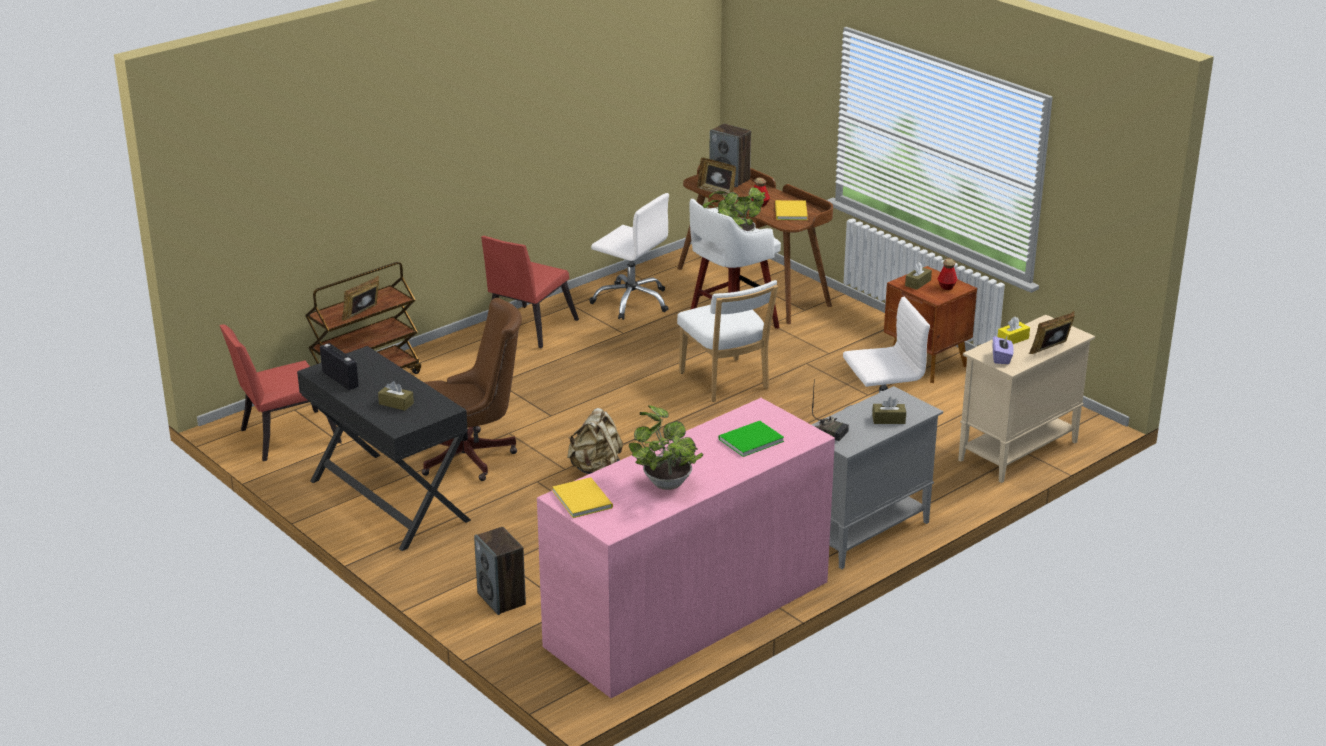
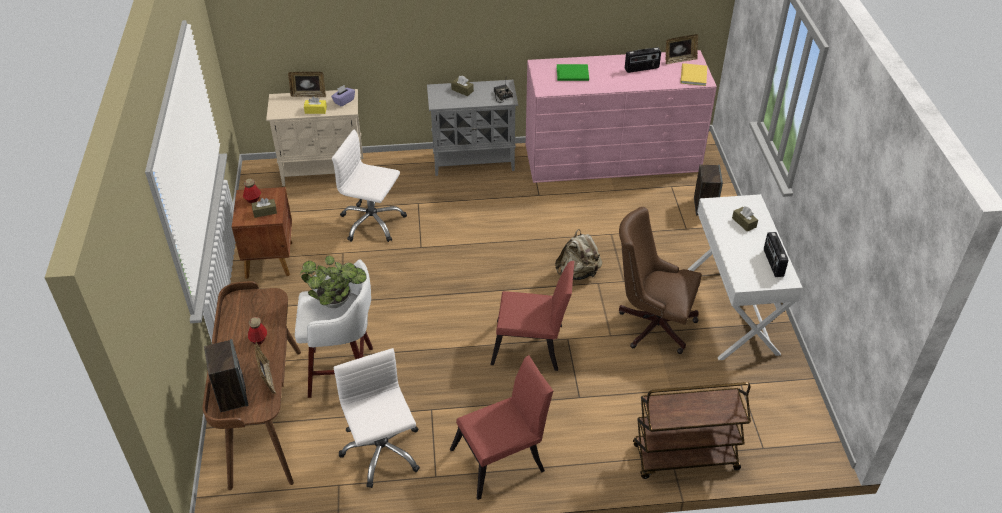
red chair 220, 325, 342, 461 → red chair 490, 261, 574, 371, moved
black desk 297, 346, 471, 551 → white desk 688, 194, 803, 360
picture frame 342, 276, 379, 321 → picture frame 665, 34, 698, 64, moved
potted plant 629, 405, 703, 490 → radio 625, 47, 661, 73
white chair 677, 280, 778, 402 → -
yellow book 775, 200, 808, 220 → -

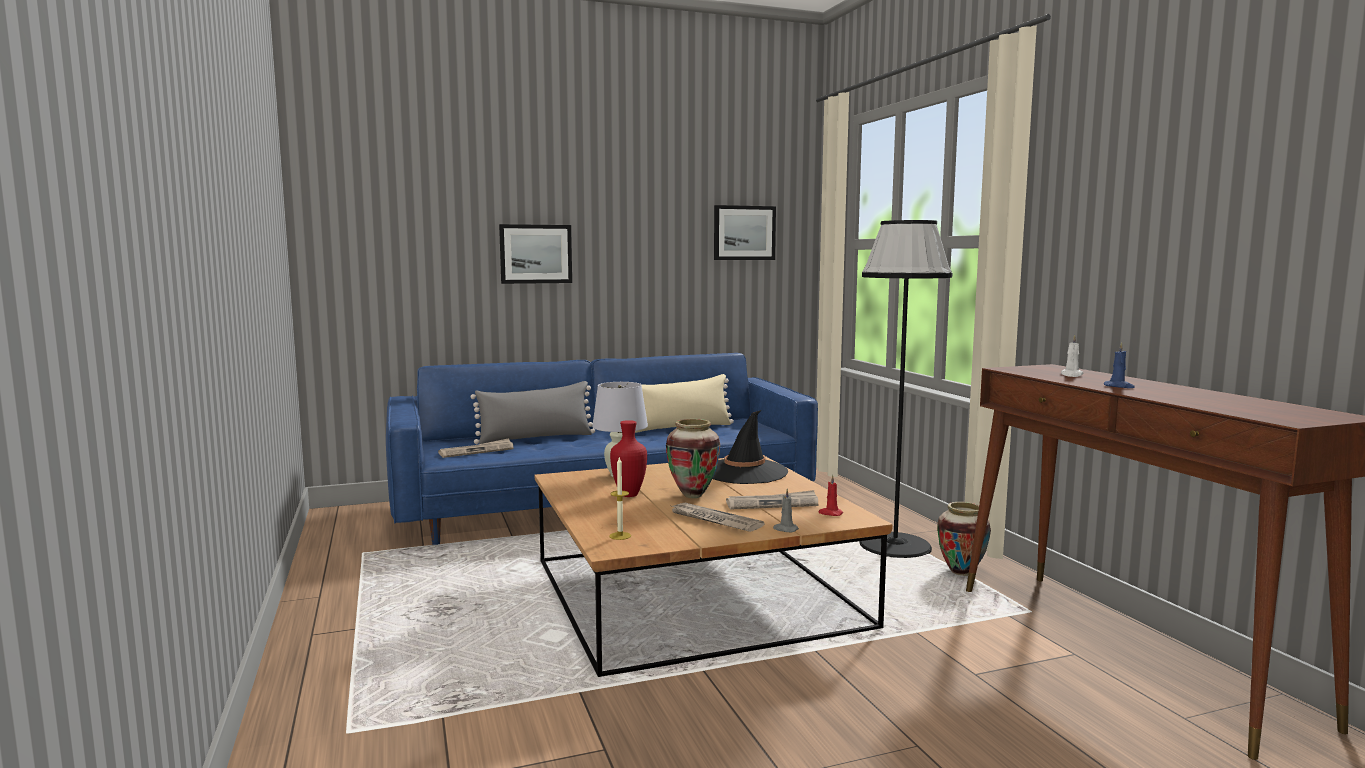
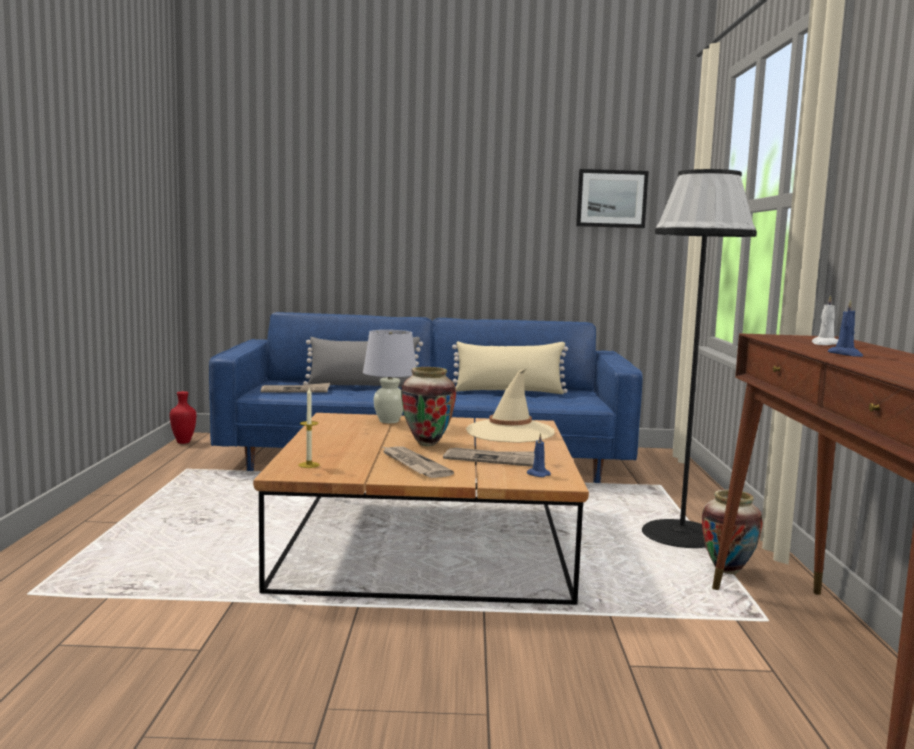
picture 499, 224, 572, 284 → -
red vase 610, 420, 647, 497 → red vase 170, 391, 196, 444, moved
black hat 712, 410, 788, 484 → beige hat 466, 369, 555, 443
grey candle 773, 489, 799, 532 → -
red candle 819, 475, 843, 516 → blue candle 527, 433, 551, 477

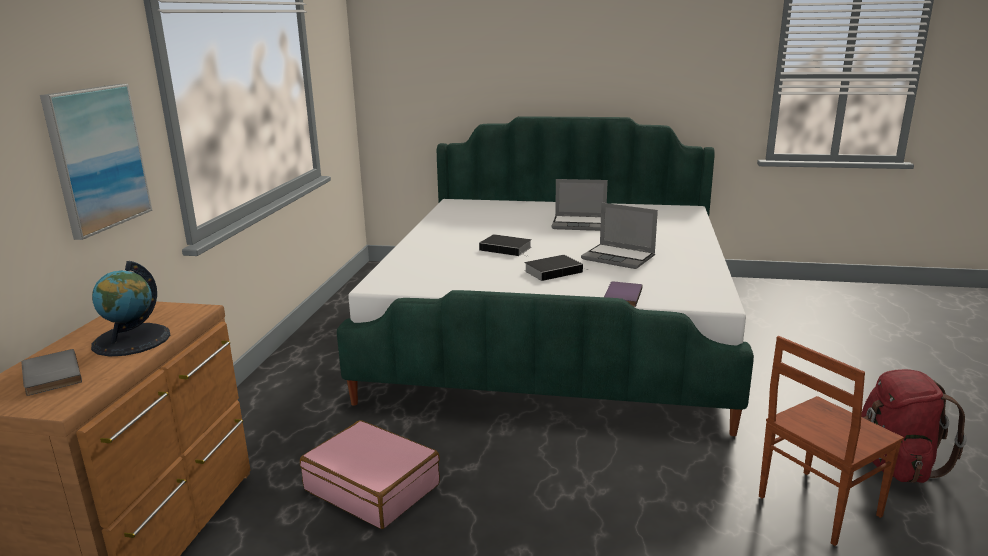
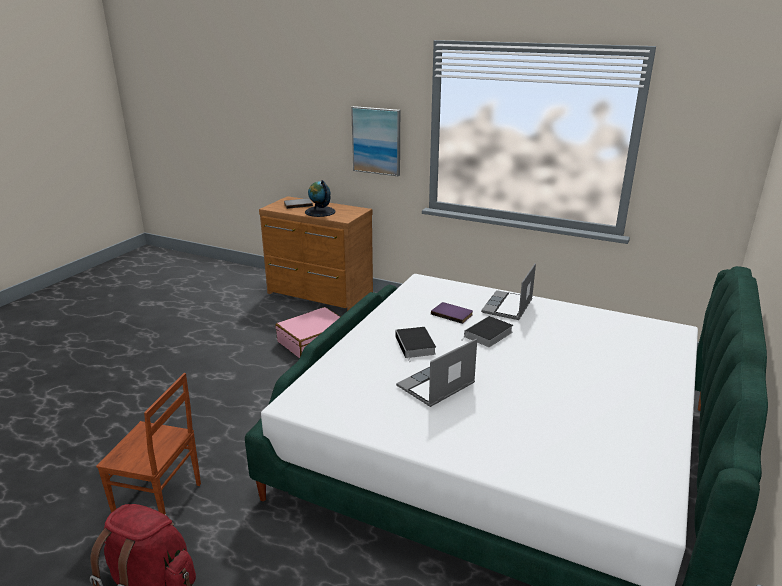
laptop 552, 179, 608, 231 → laptop 481, 263, 536, 320, moved
purple book 604, 282, 642, 307 → purple book 431, 302, 473, 324, moved
brown chair 759, 336, 904, 546 → brown chair 96, 373, 201, 515, 120 degrees clockwise

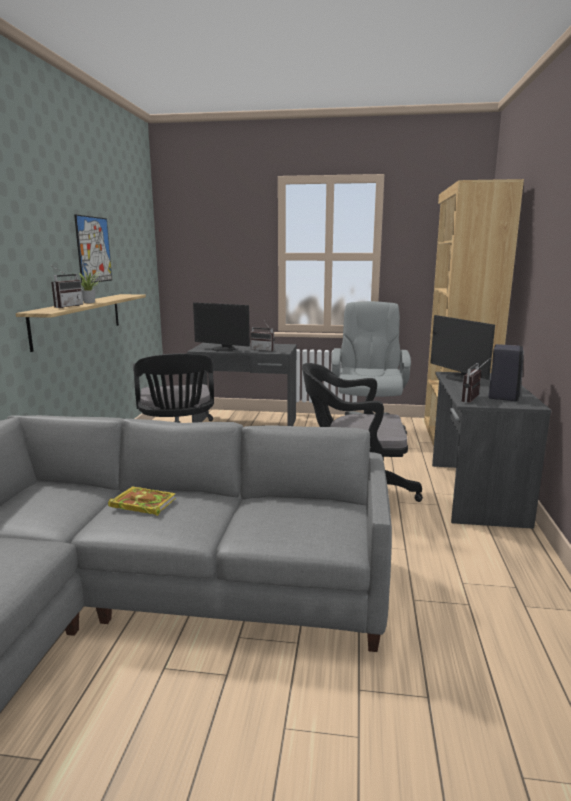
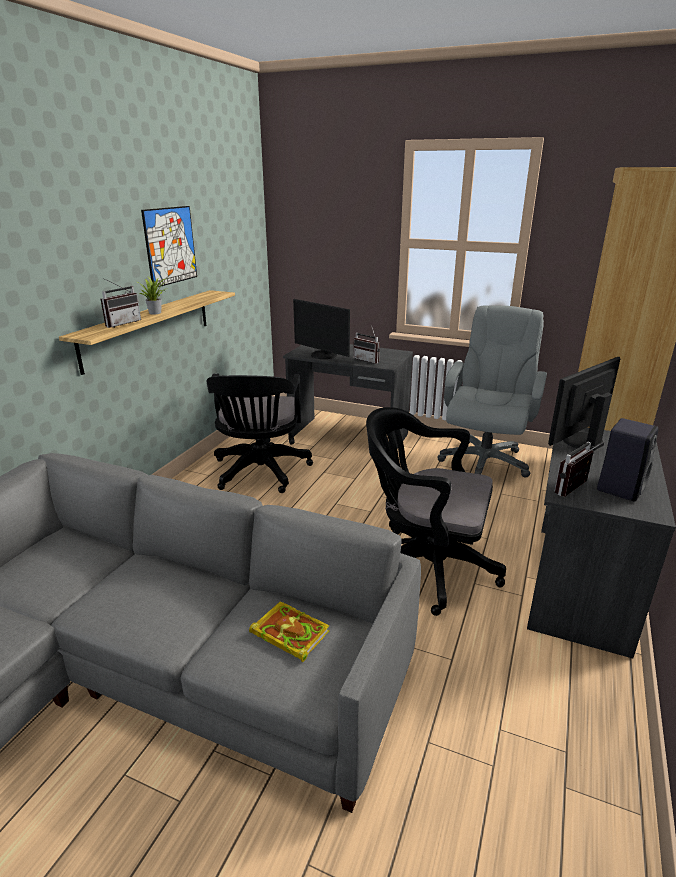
book 108, 487, 176, 516 → book 249, 601, 329, 662, moved
monitor 430, 315, 495, 382 → monitor 548, 357, 620, 450, 60 degrees clockwise

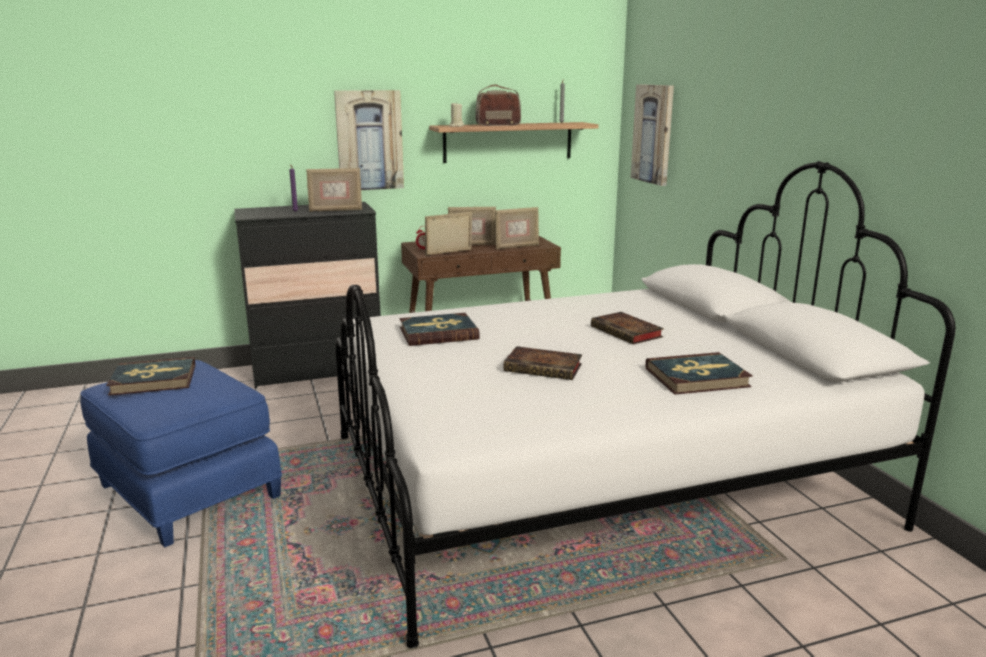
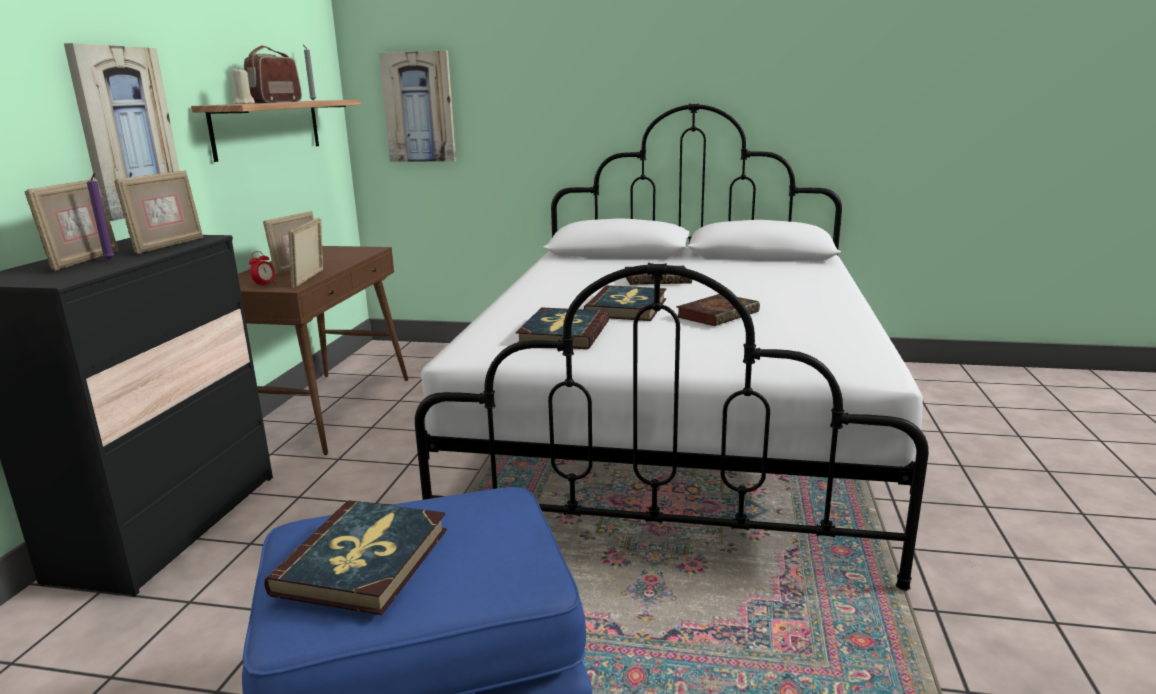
picture frame 495, 207, 539, 250 → picture frame 24, 178, 119, 271, moved
book 645, 352, 753, 395 → book 584, 285, 666, 321, moved

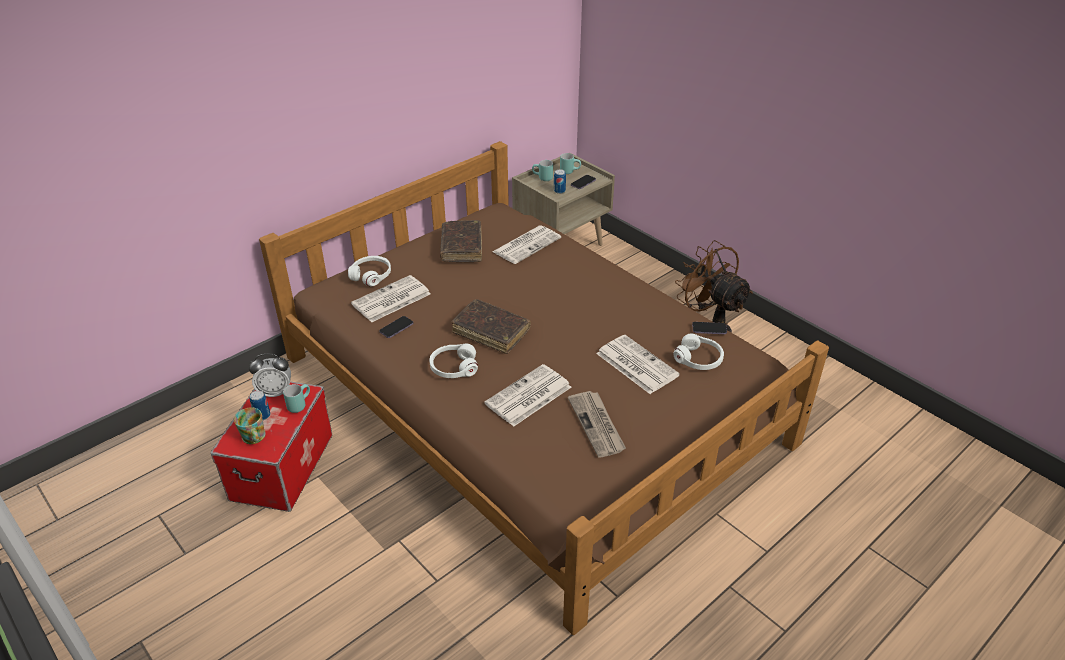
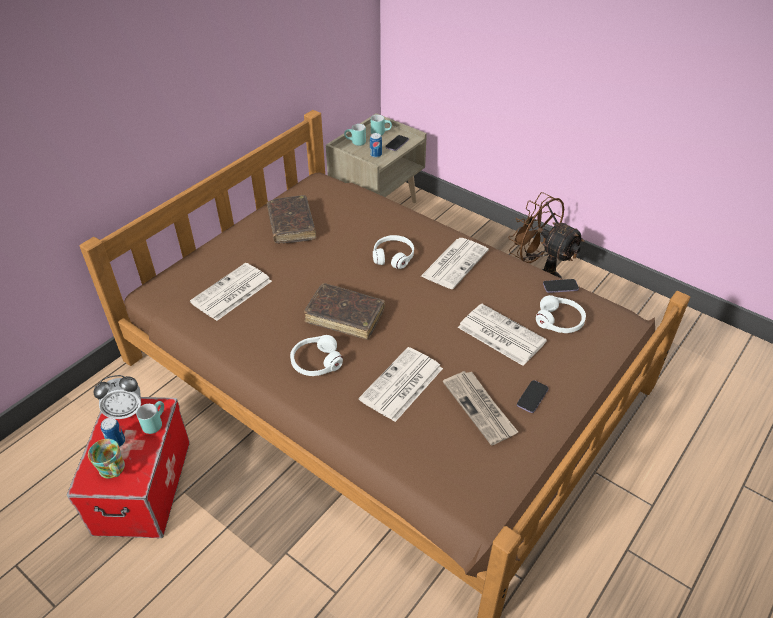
white headphones 348, 256, 391, 286 → white headphones 373, 235, 414, 269, moved
phone 379, 316, 413, 338 → phone 517, 380, 549, 413, moved
newspaper 493, 225, 561, 264 → newspaper 421, 238, 489, 289, moved

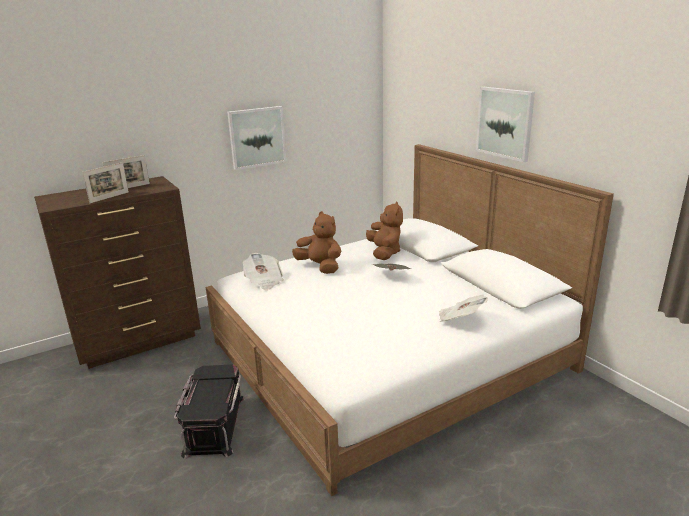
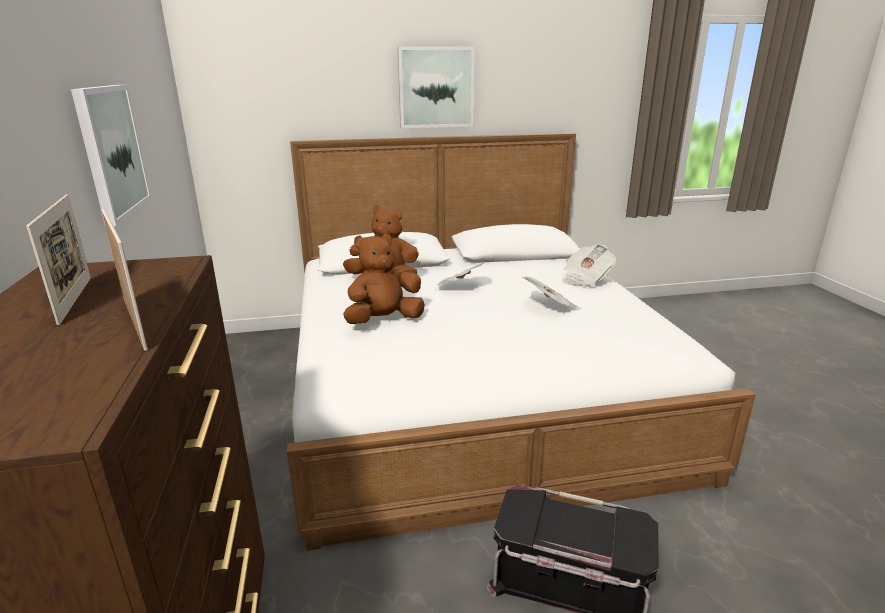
newspaper 243, 253, 284, 290 → newspaper 522, 276, 582, 309, moved

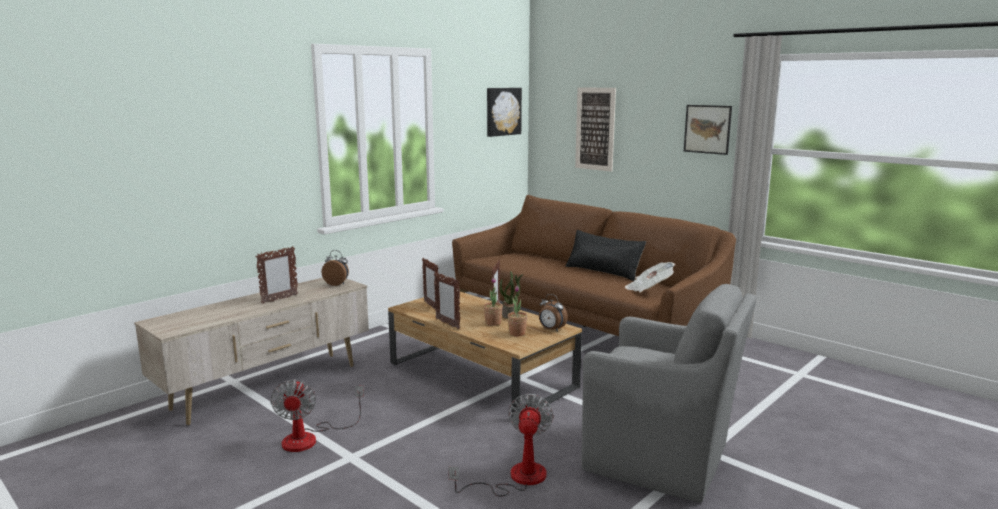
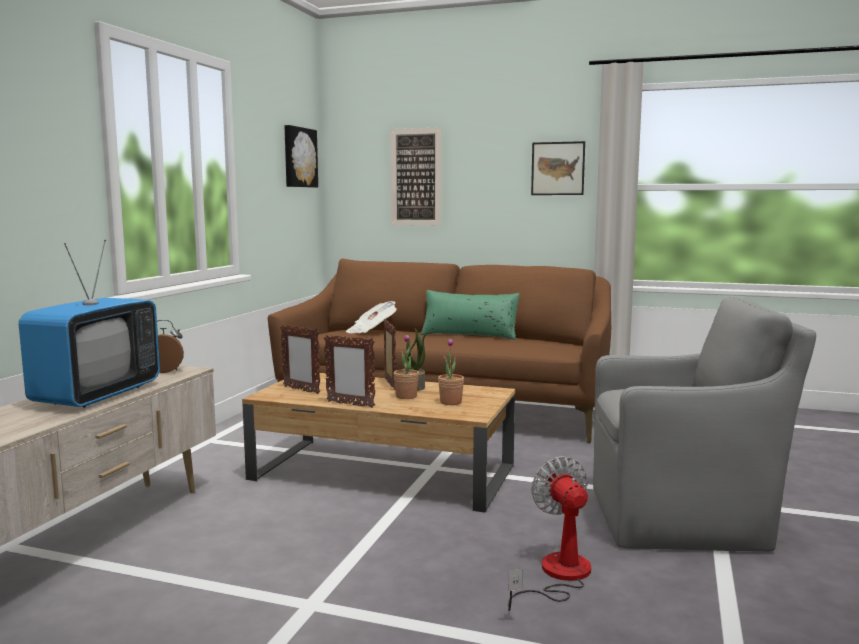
picture frame 256, 246, 298, 304 → television 19, 240, 160, 408
fan 270, 379, 364, 452 → -
alarm clock 539, 294, 568, 332 → -
black pillow 565, 230, 646, 281 → green pillow 420, 290, 520, 340
newspaper 625, 262, 675, 292 → newspaper 346, 301, 396, 333, moved

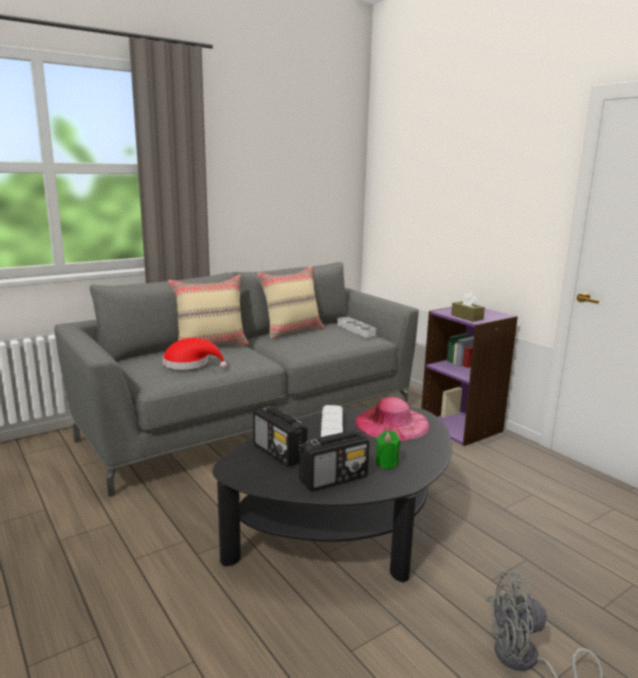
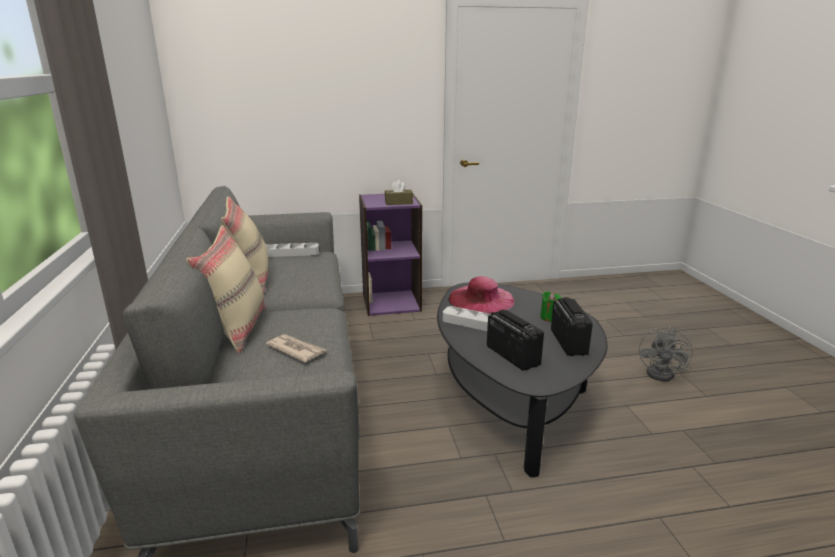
red hat 162, 338, 227, 370 → newspaper 266, 334, 326, 362
radio 253, 406, 307, 467 → radio 487, 310, 544, 371, 105 degrees counterclockwise

